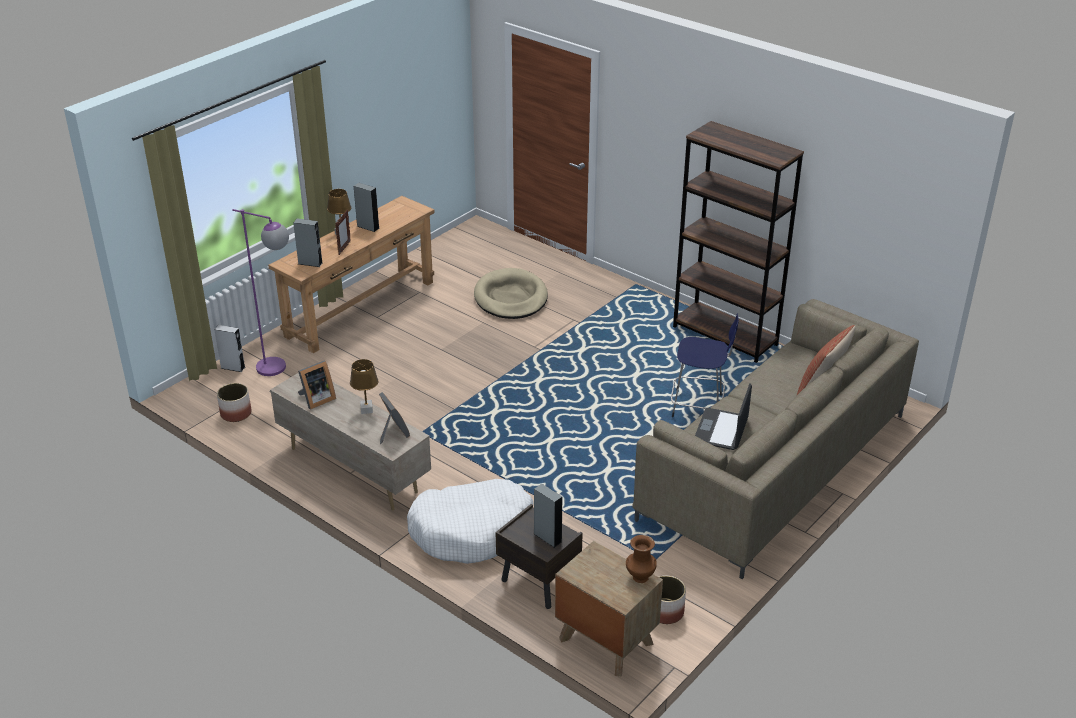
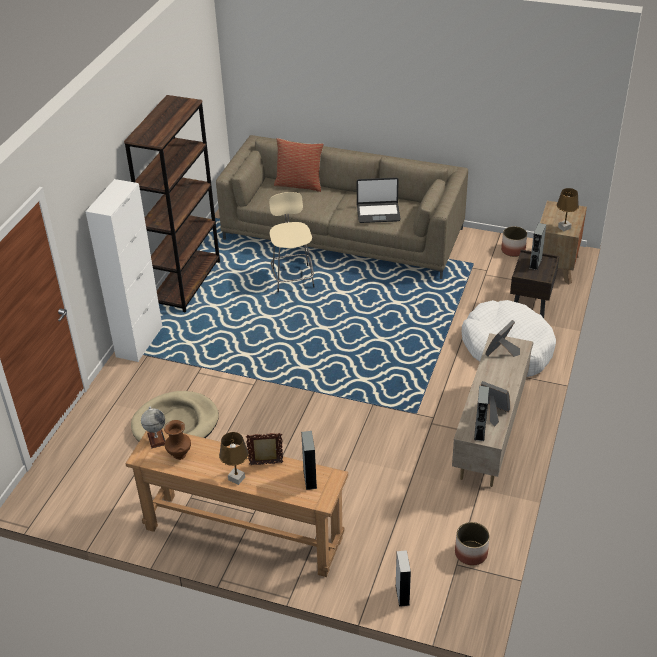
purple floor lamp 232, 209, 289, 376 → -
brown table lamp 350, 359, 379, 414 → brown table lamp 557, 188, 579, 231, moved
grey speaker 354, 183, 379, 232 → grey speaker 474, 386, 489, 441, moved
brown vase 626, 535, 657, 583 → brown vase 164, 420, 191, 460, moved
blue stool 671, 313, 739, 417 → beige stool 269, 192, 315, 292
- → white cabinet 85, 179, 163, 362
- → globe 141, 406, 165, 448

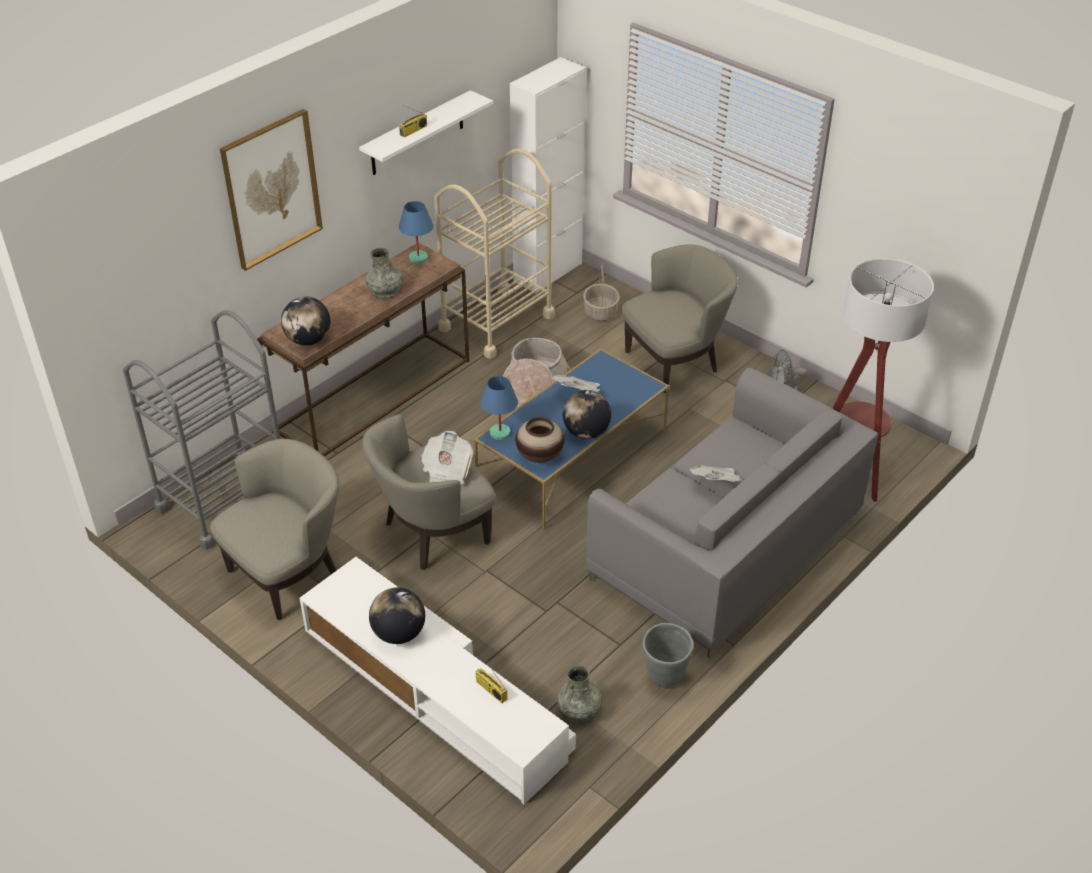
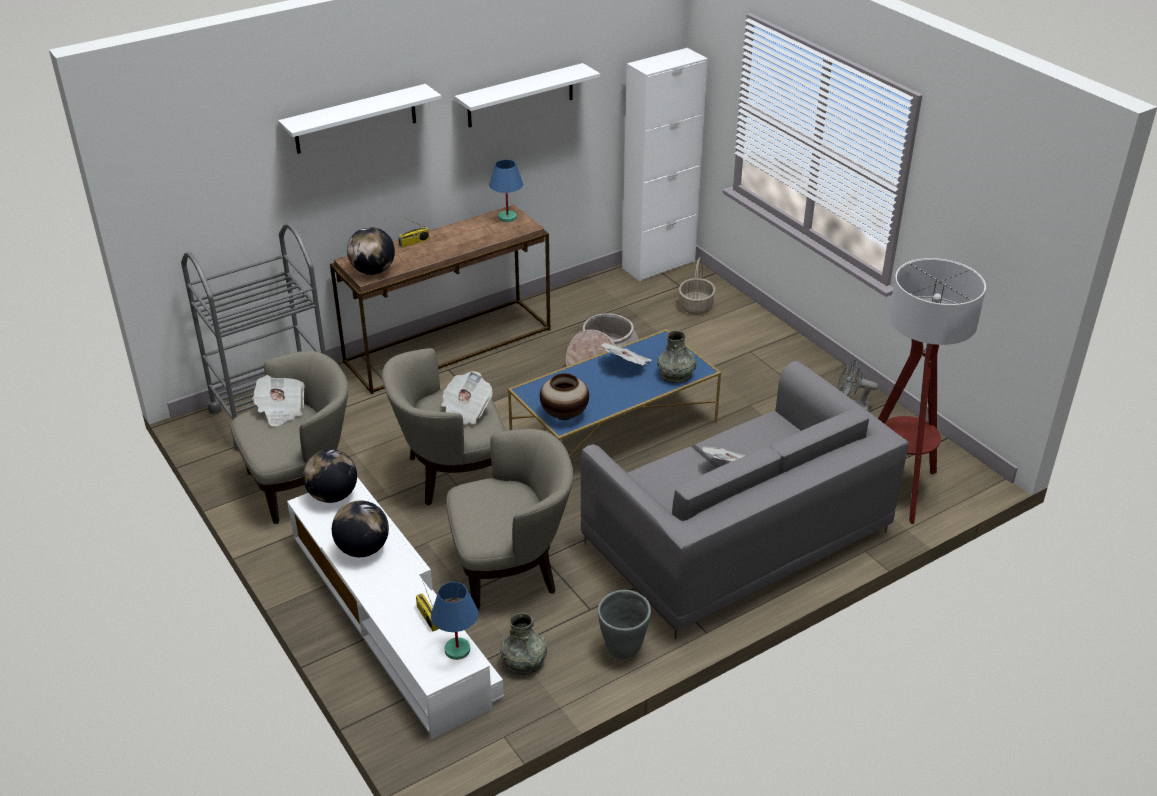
picture 220, 109, 323, 271 → white shelf 278, 84, 441, 154
grey vase 365, 248, 403, 299 → grey vase 657, 330, 697, 383, moved
radio 399, 105, 427, 137 → radio 398, 217, 429, 247, moved
beige cart 434, 148, 555, 359 → -
blue table lamp 481, 376, 518, 440 → blue table lamp 431, 582, 478, 660, moved
globe 563, 390, 611, 439 → globe 303, 449, 357, 503, moved
beige armchair 622, 244, 738, 393 → beige armchair 446, 429, 573, 610, moved
- → newspaper 253, 375, 305, 427

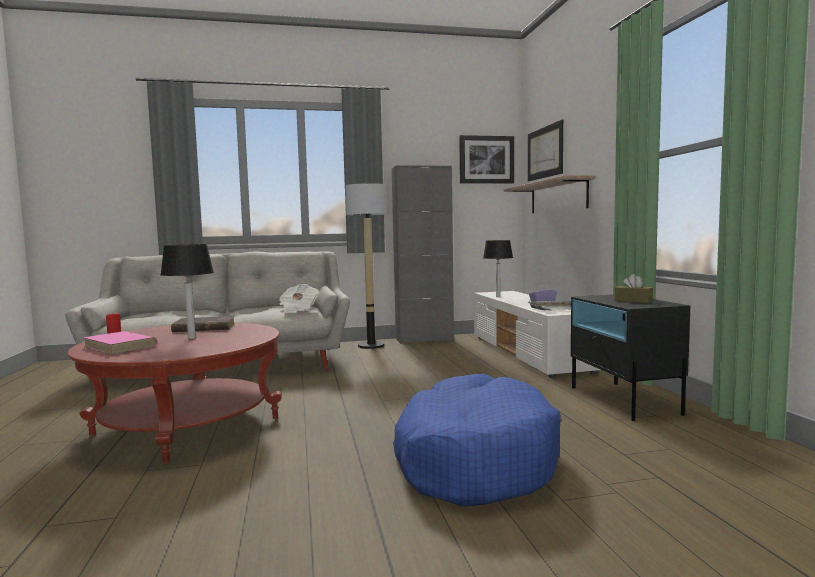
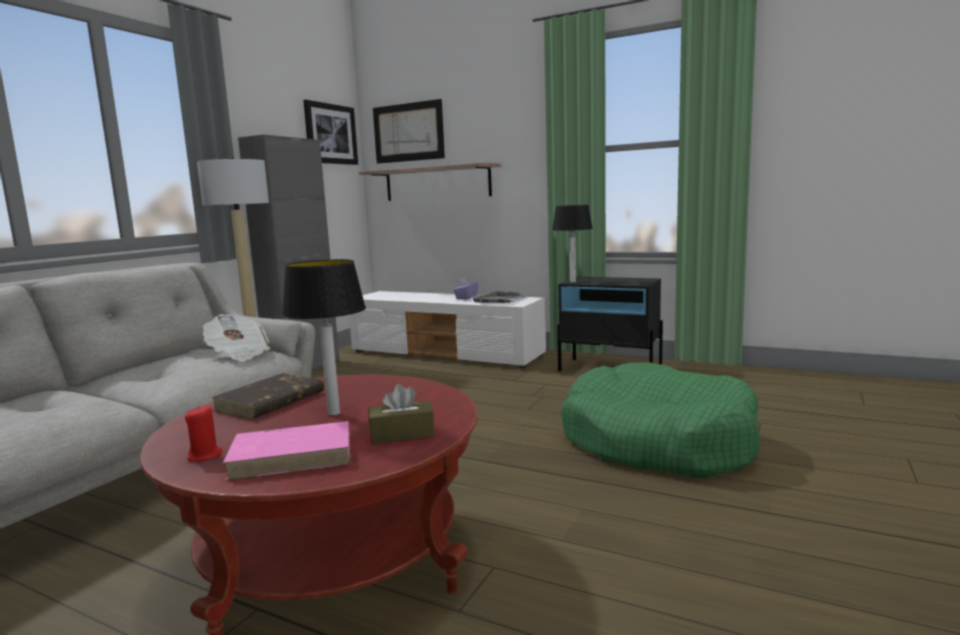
blue dog bed 393, 374, 561, 507 → green dog bed 561, 362, 760, 478
table lamp 483, 240, 513, 297 → table lamp 552, 205, 593, 283, moved
brown tissue box 615, 274, 653, 303 → brown tissue box 369, 384, 435, 444, moved

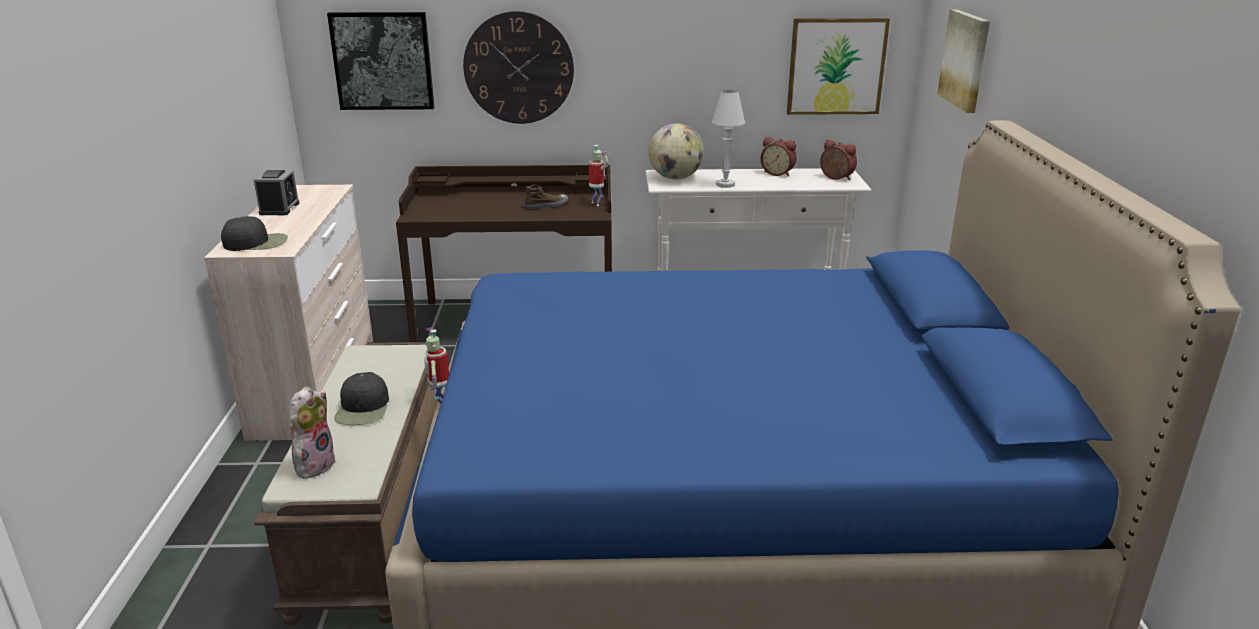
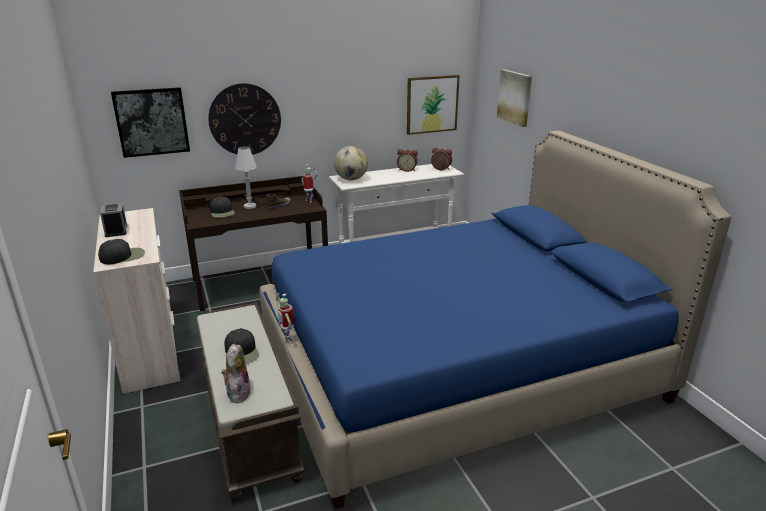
white table lamp 712, 90, 745, 188 → white table lamp 235, 147, 257, 209, moved
- → black cap 210, 196, 235, 218

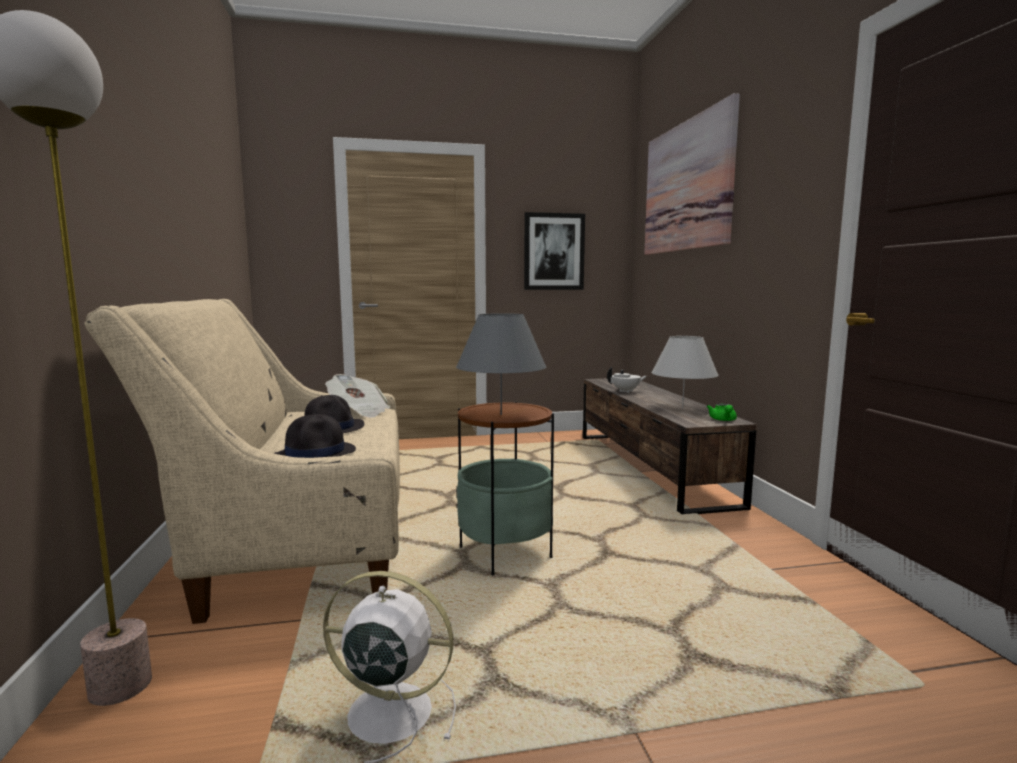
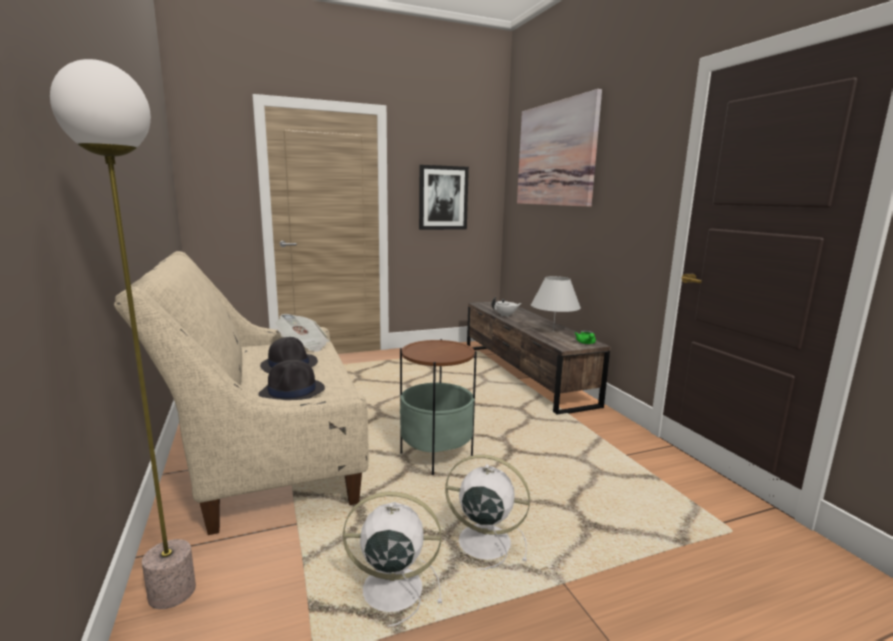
grey table lamp 456, 313, 546, 415 → -
- → white fan 445, 455, 530, 570

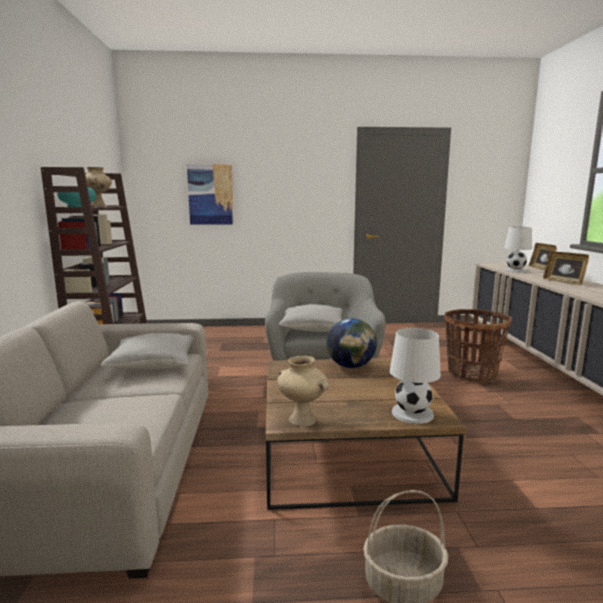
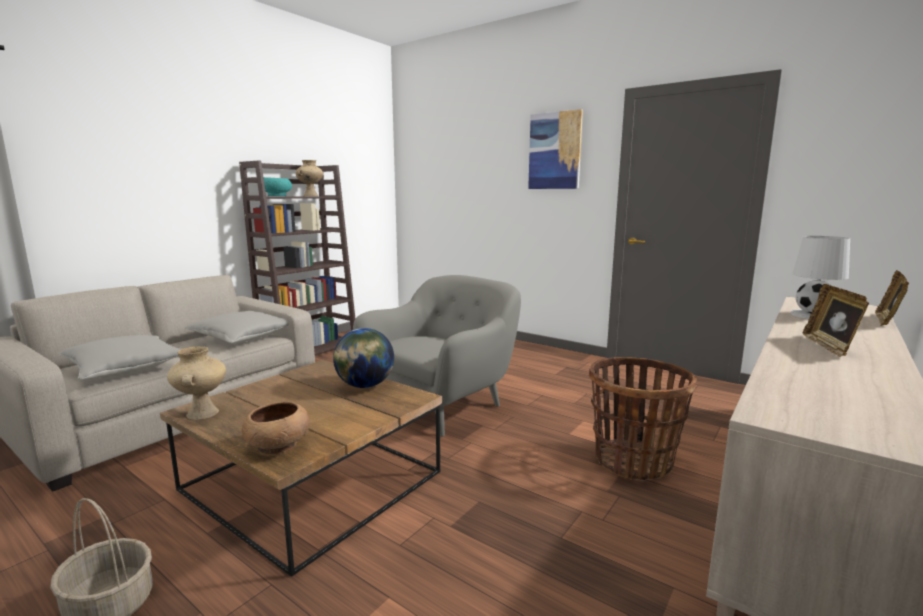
picture 187, 164, 234, 225 → picture 528, 109, 583, 189, moved
grey pillow 278, 304, 343, 332 → grey pillow 59, 335, 181, 380, moved
white table lamp 390, 328, 441, 424 → brown bowl 242, 402, 310, 455

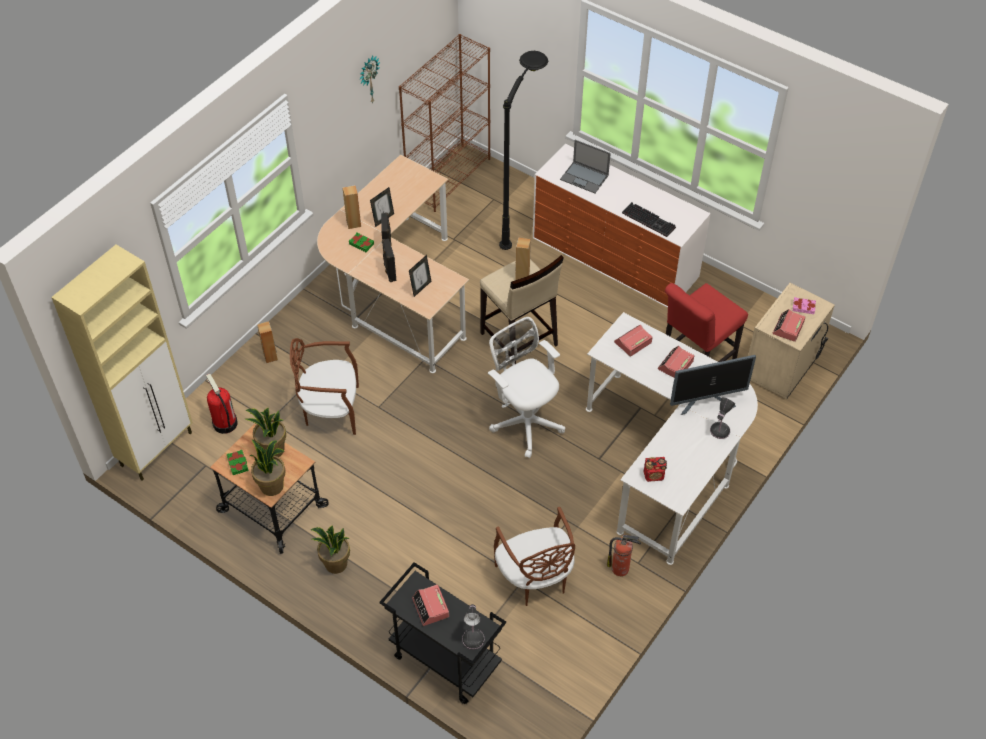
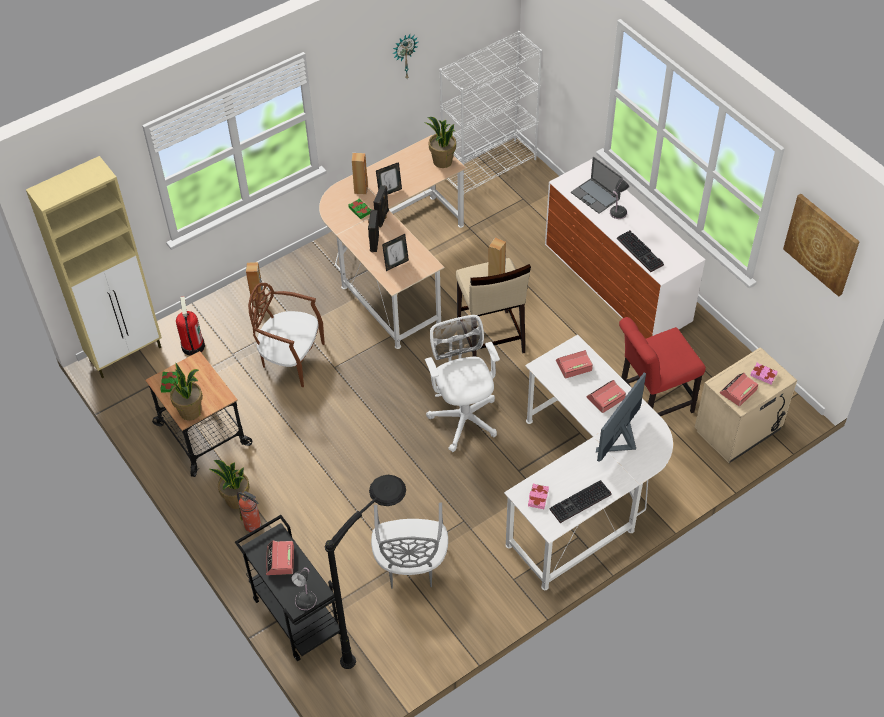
potted plant 246, 408, 286, 457 → potted plant 425, 117, 456, 168, moved
brown bookcase 399, 34, 490, 212 → white bookcase 439, 31, 542, 193
brown chair 494, 507, 575, 606 → grey chair 371, 503, 448, 589
black floor lamp 499, 51, 548, 250 → black floor lamp 325, 475, 406, 669, moved
fire extinguisher 607, 535, 641, 576 → fire extinguisher 237, 491, 261, 532, moved
radio 644, 457, 667, 482 → pink book 528, 484, 549, 509
monitor 670, 355, 756, 415 → monitor 596, 373, 646, 462, 120 degrees clockwise
table lamp 710, 397, 735, 439 → table lamp 610, 178, 630, 219, moved
- → keyboard 550, 480, 612, 523
- → picture 783, 194, 860, 297

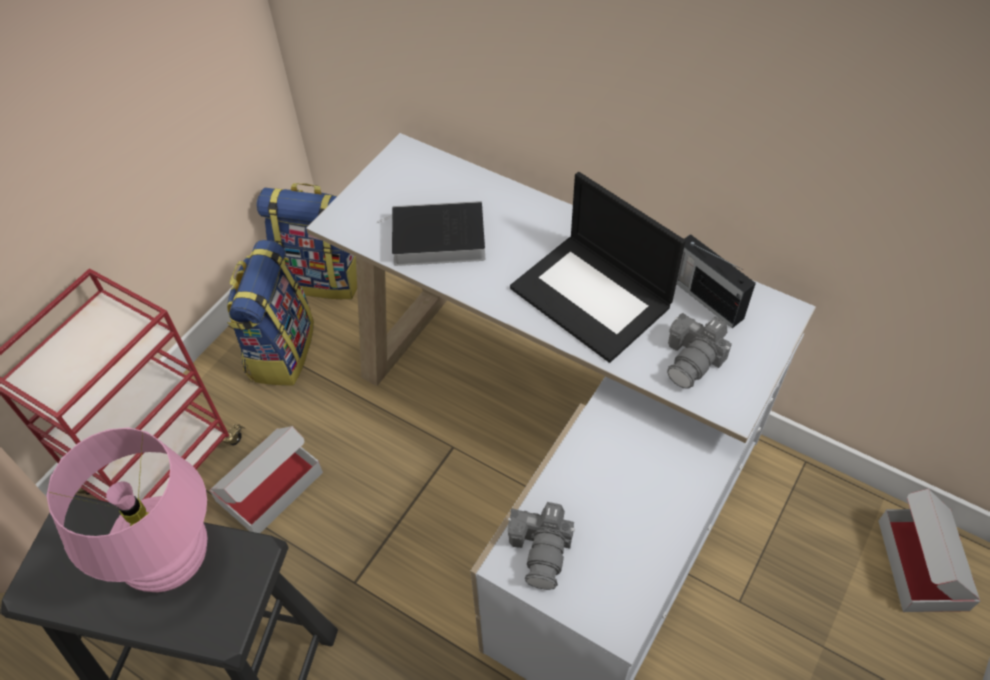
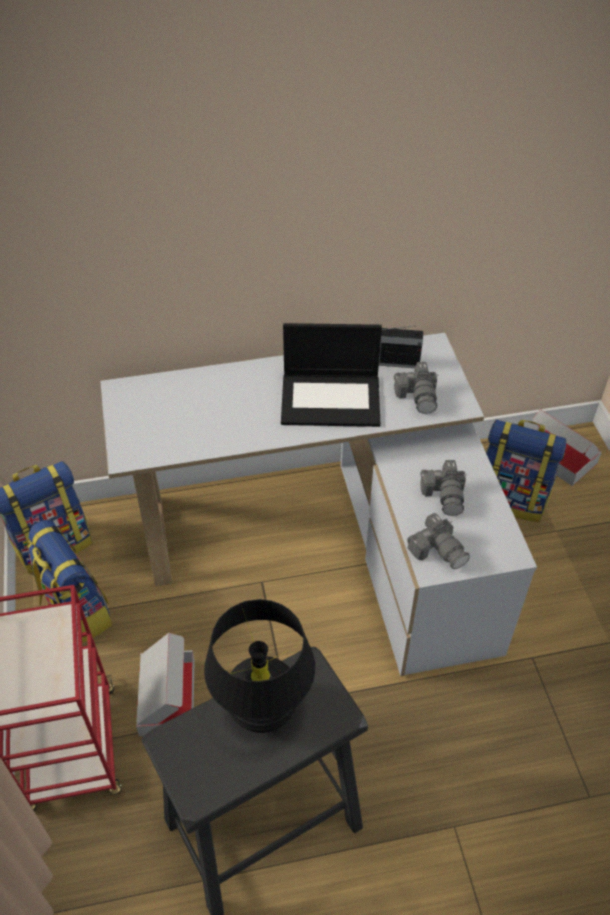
pink table lamp 46, 427, 207, 592 → black table lamp 204, 599, 315, 733
book 377, 201, 485, 266 → -
- → photo camera 420, 460, 467, 516
- → backpack 486, 420, 566, 522

